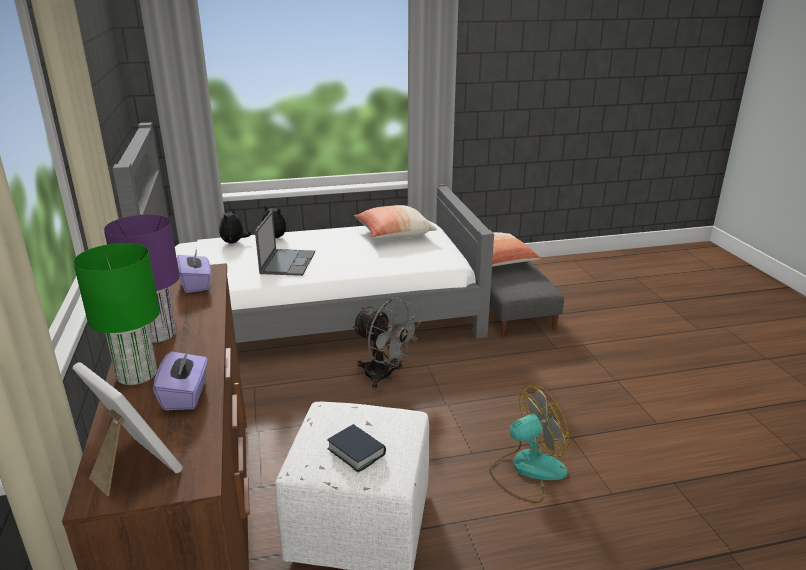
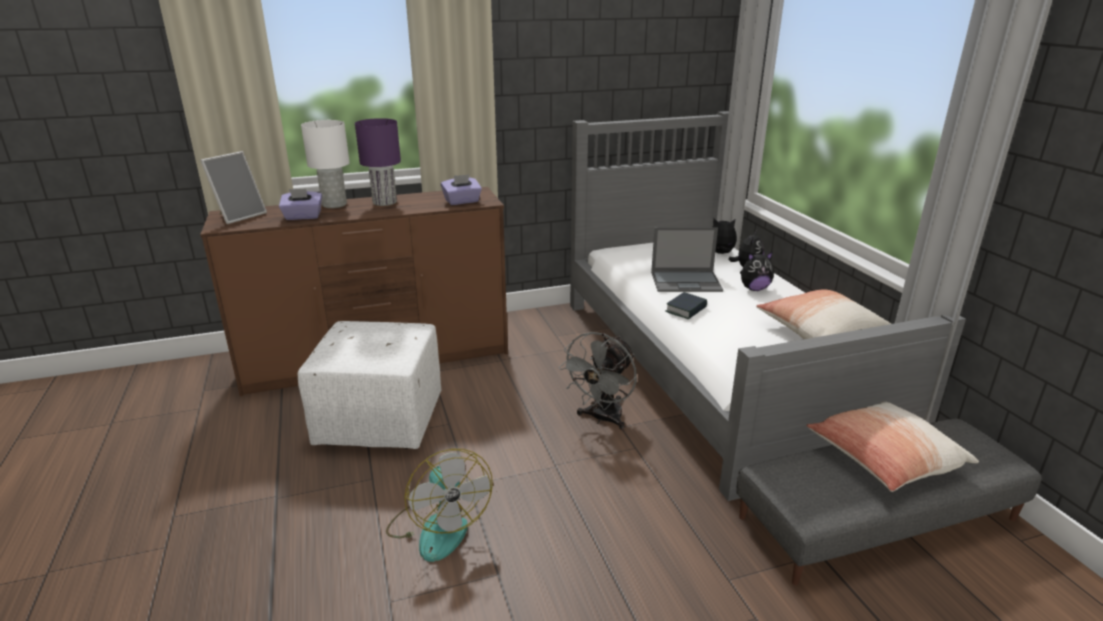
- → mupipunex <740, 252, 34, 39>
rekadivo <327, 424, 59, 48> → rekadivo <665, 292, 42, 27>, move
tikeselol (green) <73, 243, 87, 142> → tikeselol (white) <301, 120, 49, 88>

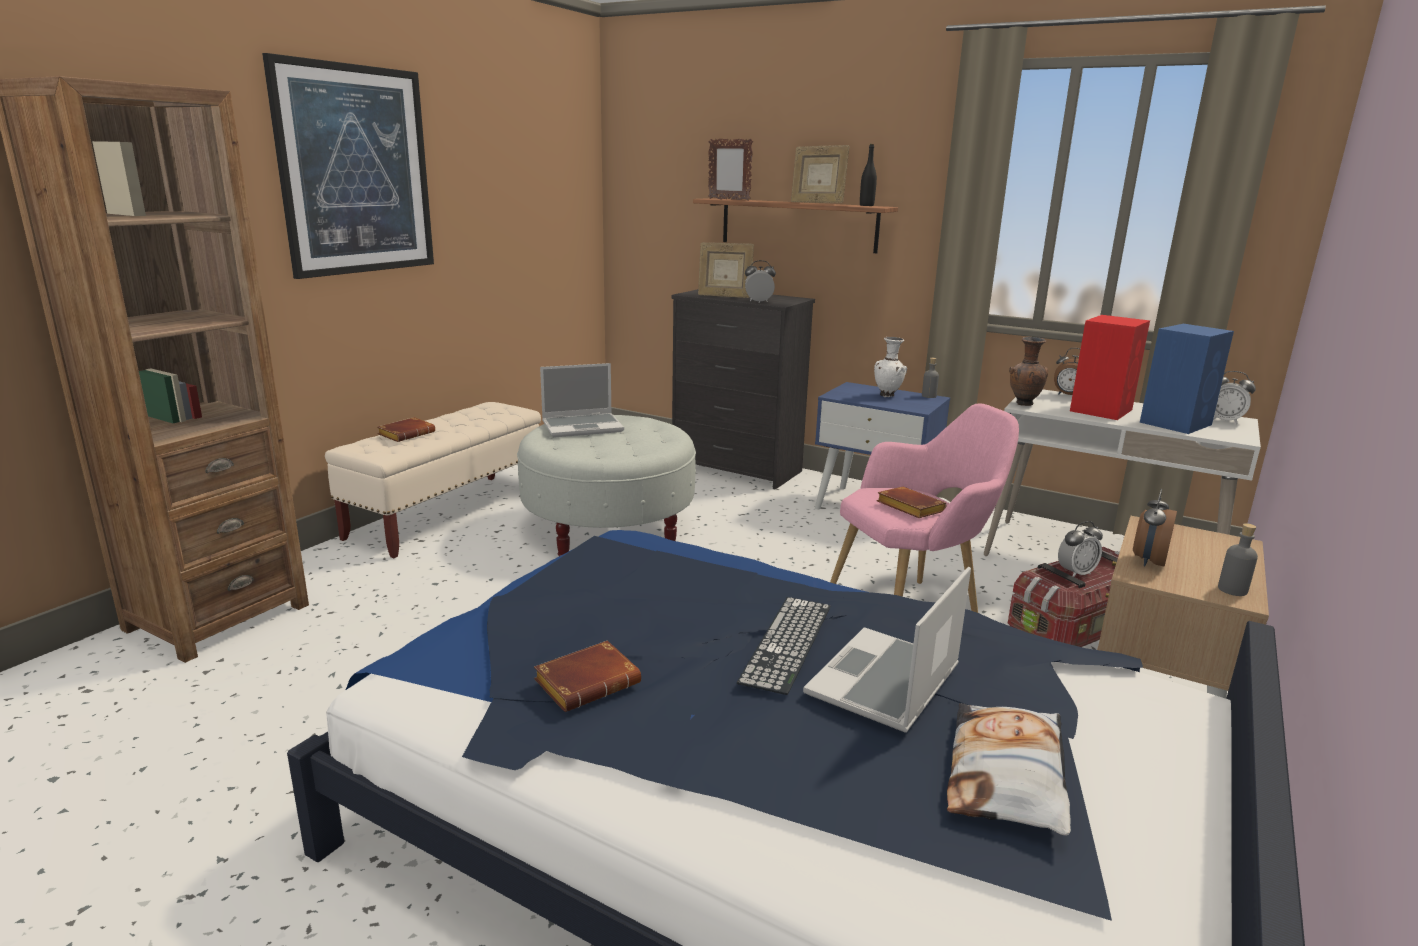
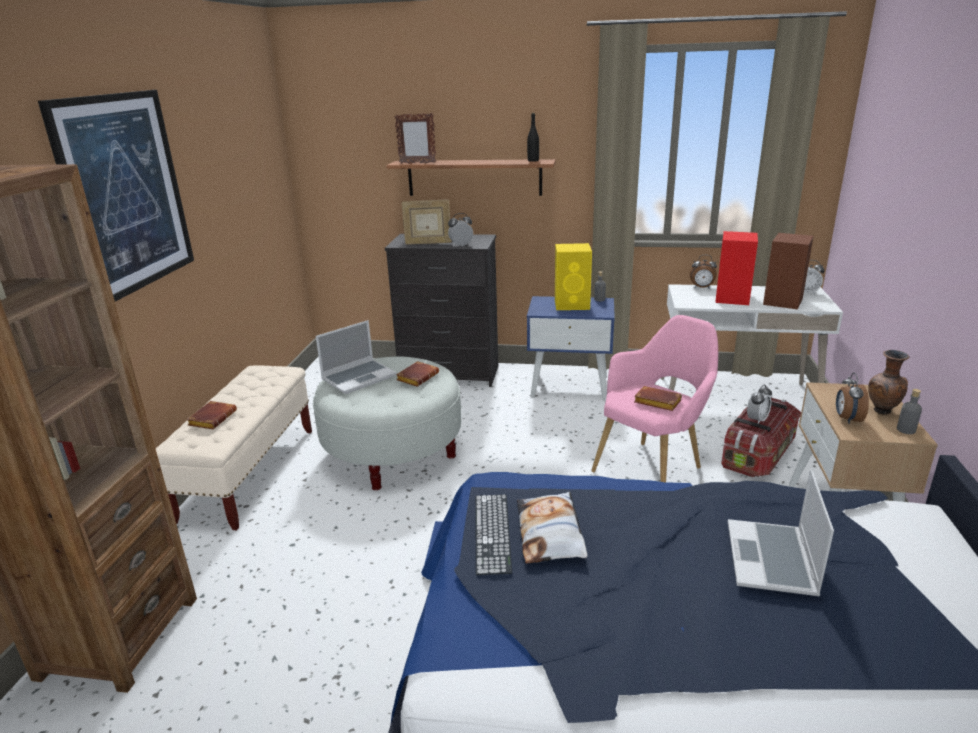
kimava <791, 145, 59, 58> → -
rekadivo (brown) <534, 641, 107, 71> → rekadivo (brown) <396, 361, 43, 26>, move
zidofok <737, 597, 93, 98> → zidofok <475, 495, 37, 80>, move
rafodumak <947, 703, 124, 133> → rafodumak <517, 492, 70, 72>, move
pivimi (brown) <1009, 337, 39, 69> → pivimi (brown) <868, 350, 41, 65>, move
pivimi (white) <874, 337, 33, 60> → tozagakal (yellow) <555, 243, 37, 67>
tozagakal (blue) <1140, 324, 94, 110> → tozagakal (brown) <763, 233, 51, 76>

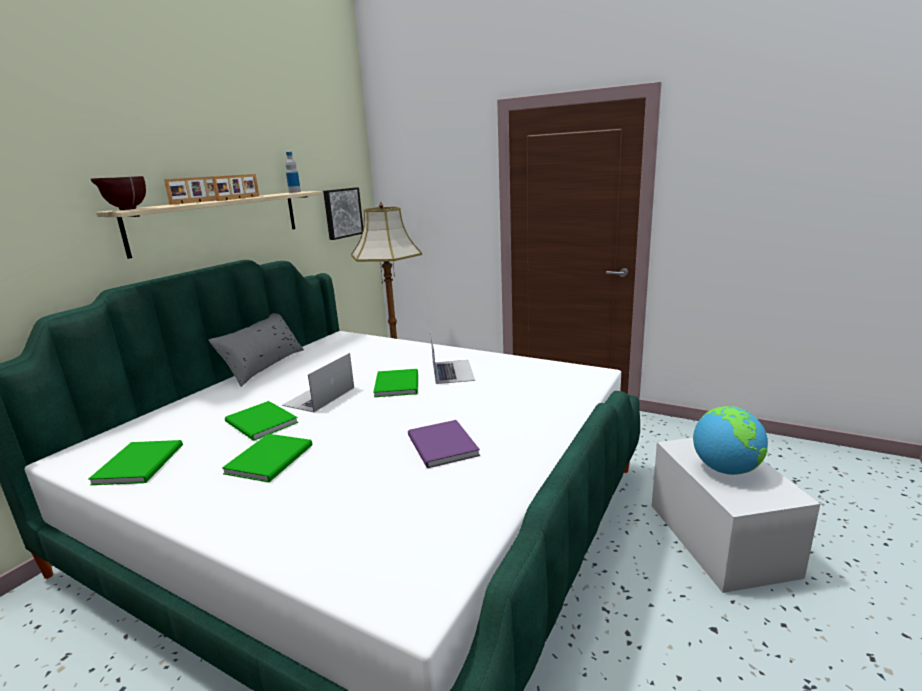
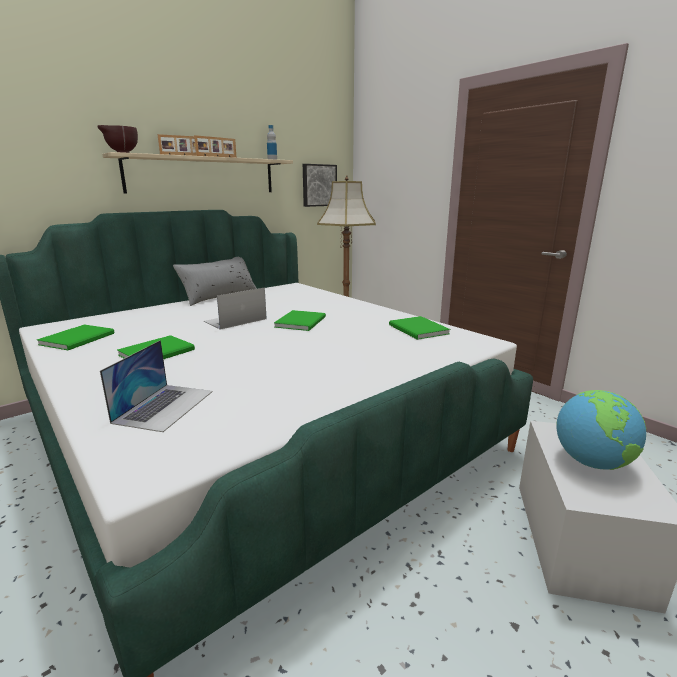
rekadivo (purple) <408, 420, 72, 48> → -
rekadivo (green) <225, 401, 73, 40> → rekadivo (green) <389, 316, 61, 24>, move
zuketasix <431, 334, 44, 50> → zuketasix <100, 340, 113, 92>, move

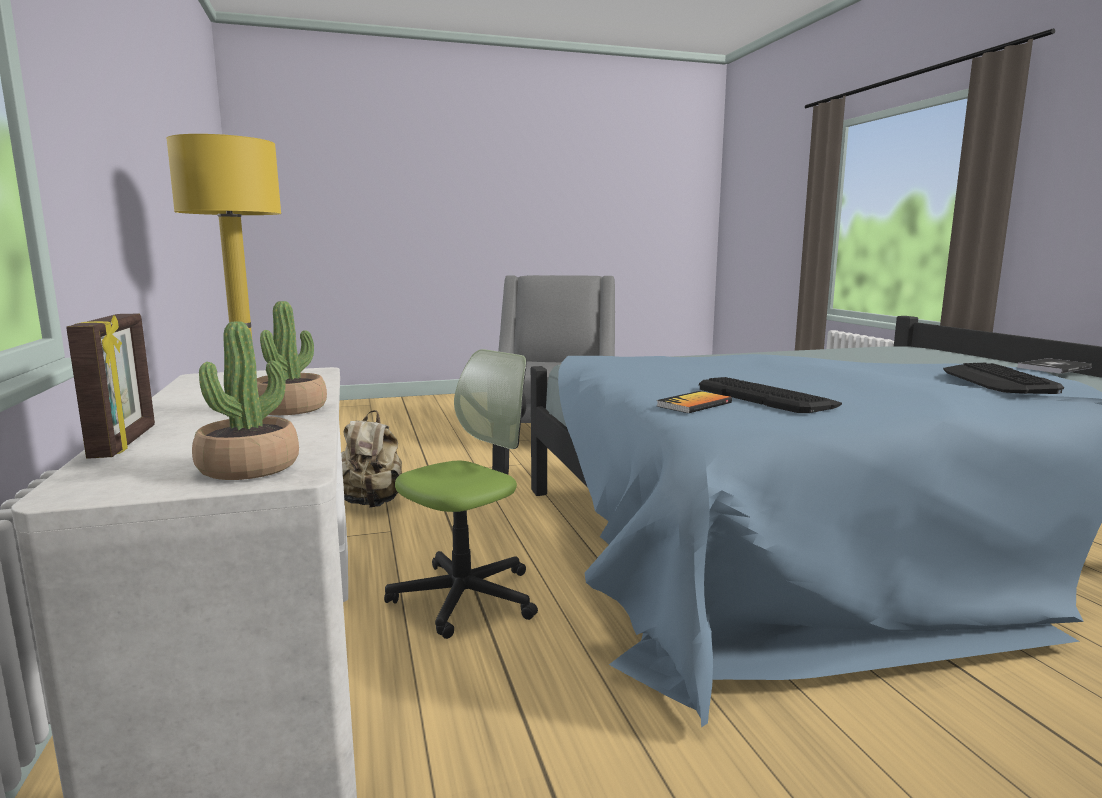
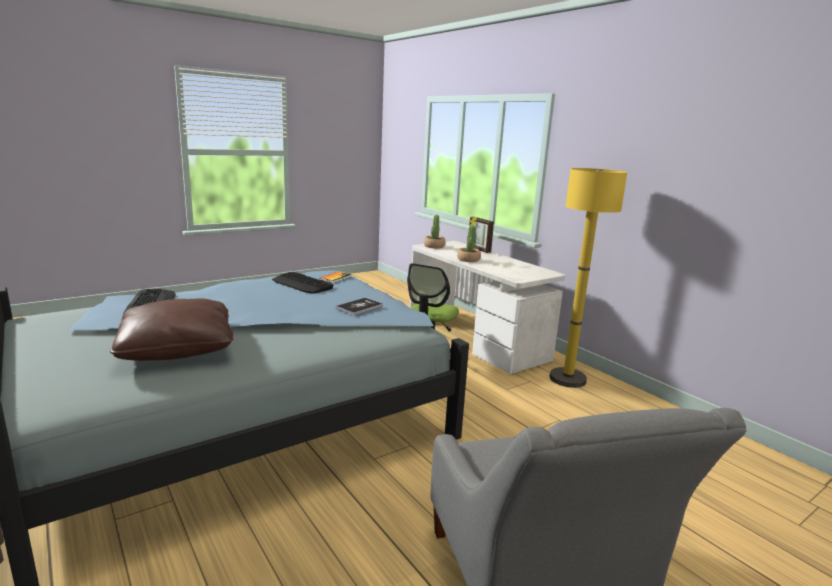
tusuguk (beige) <341, 410, 61, 98> → -
- → rafodumak (brown) <110, 298, 123, 63>
rekadivo <1017, 358, 75, 16> → rekadivo <336, 298, 47, 17>, move

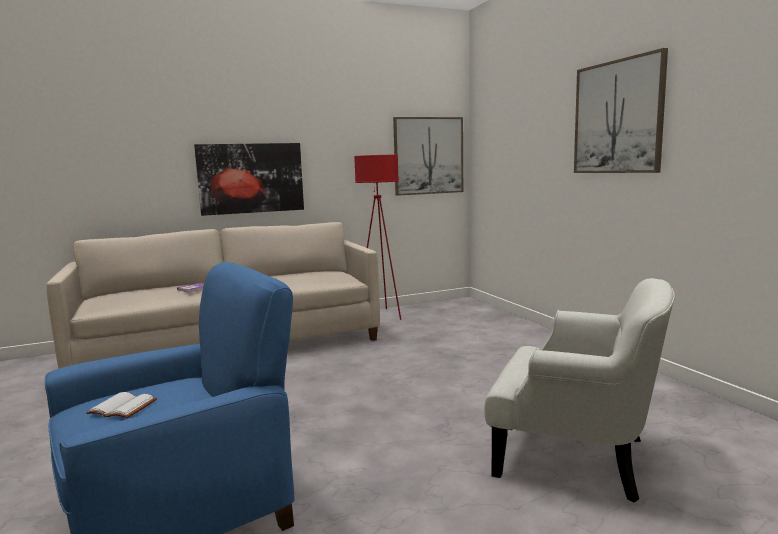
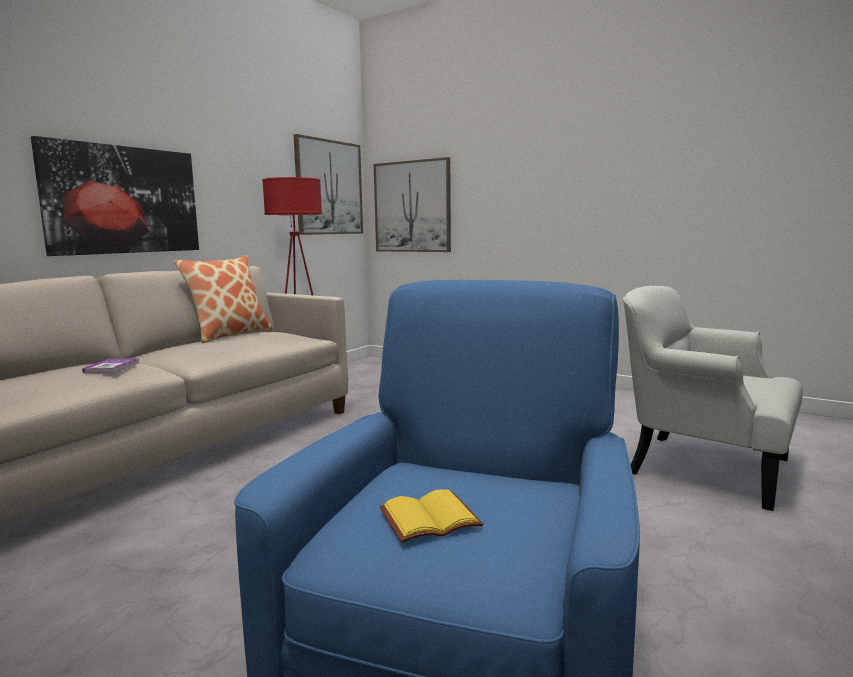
- → rafodumak <174, 255, 98, 88>
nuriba <574, 48, 94, 125> → nuriba <374, 157, 77, 95>, move
rekadivo (white) <86, 392, 71, 26> → rekadivo (yellow) <380, 489, 103, 54>
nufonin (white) <484, 278, 191, 224> → nufonin (white) <623, 286, 180, 225>, 135 degrees counterclockwise

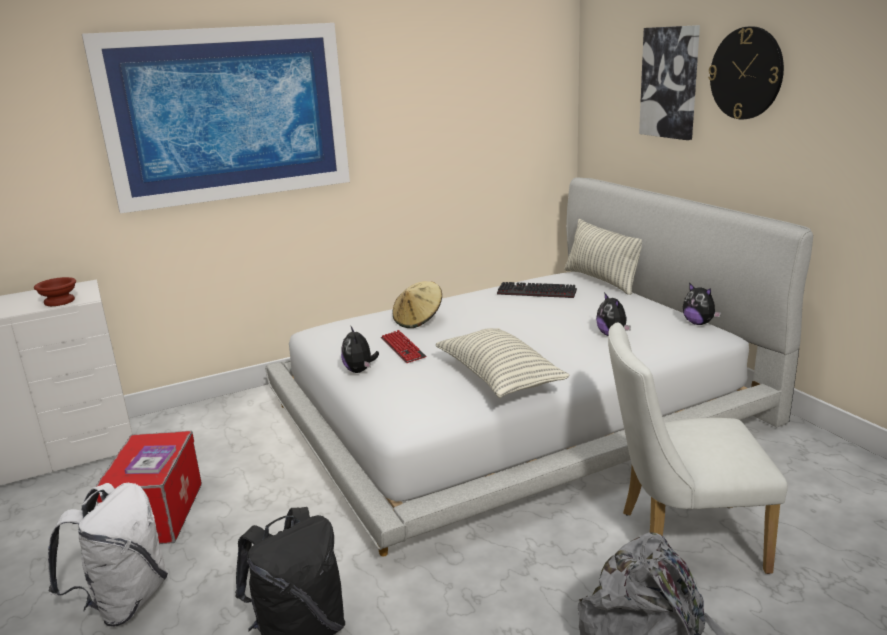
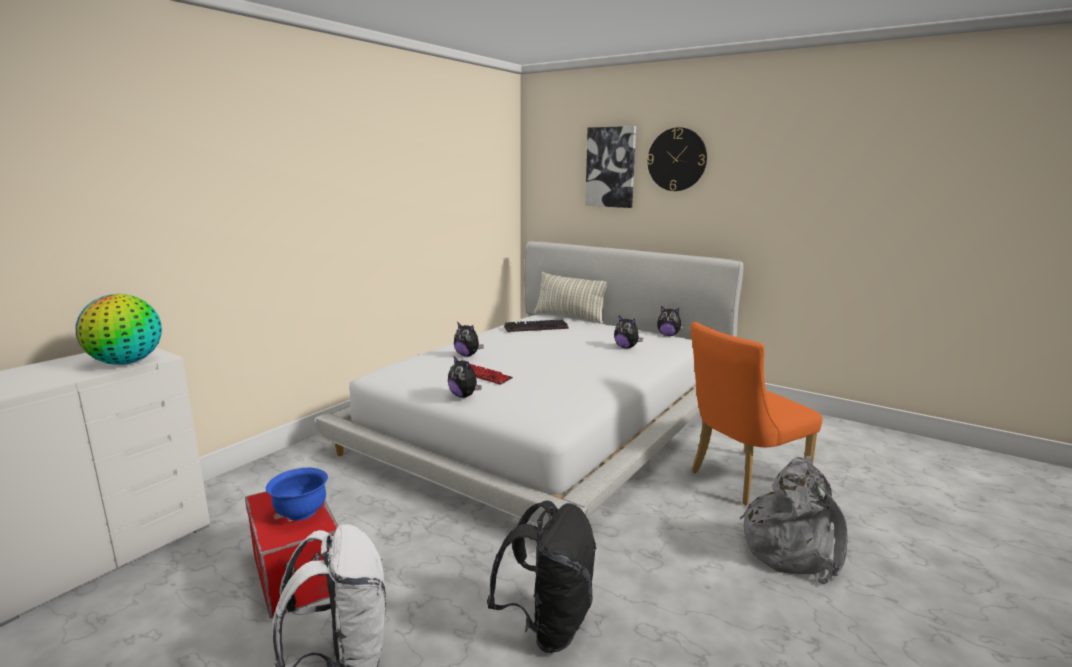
nuriba <82, 23, 268, 191> → -
rafodumak <436, 328, 133, 70> → -
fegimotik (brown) <34, 277, 42, 29> → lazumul <75, 294, 87, 71>
rekadivo <125, 445, 52, 29> → fegimotik (blue) <266, 468, 62, 53>
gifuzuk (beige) <392, 281, 50, 47> → mupipunex <454, 323, 30, 34>
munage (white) <608, 322, 180, 252> → munage (orange) <691, 322, 131, 183>

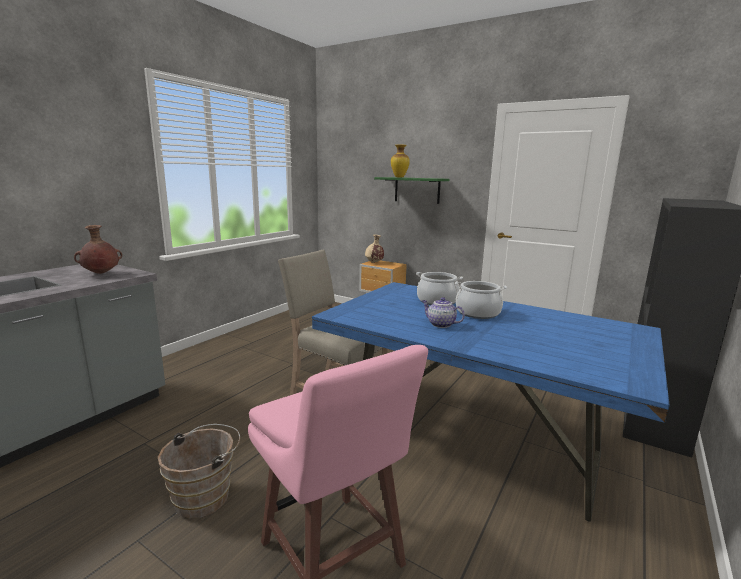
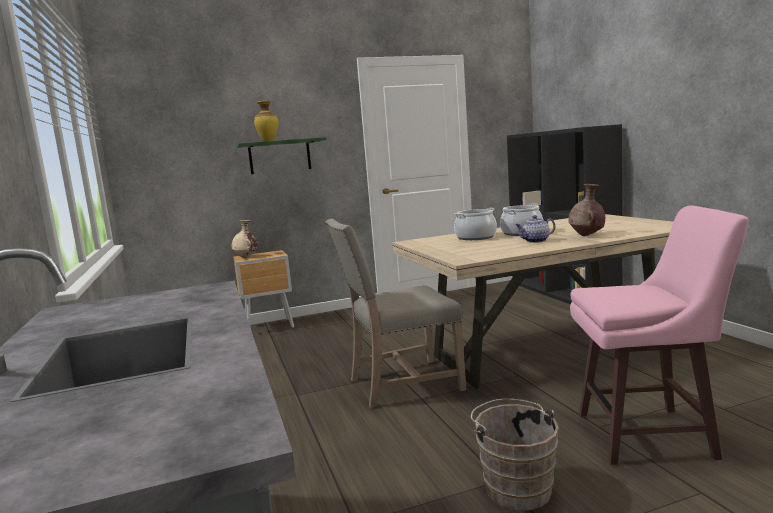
pivimi (brown) <74, 225, 48, 49> → pivimi (brown) <568, 184, 37, 52>, move
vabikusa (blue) <312, 282, 358, 240> → vabikusa (beige) <392, 214, 281, 175>

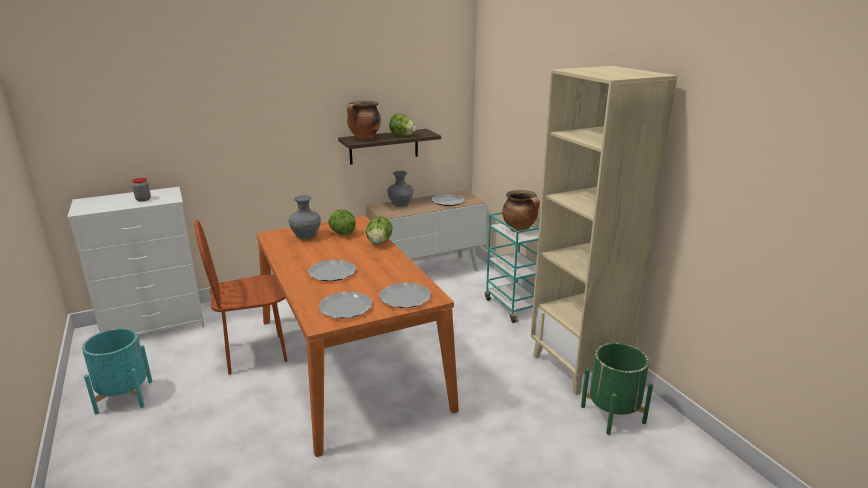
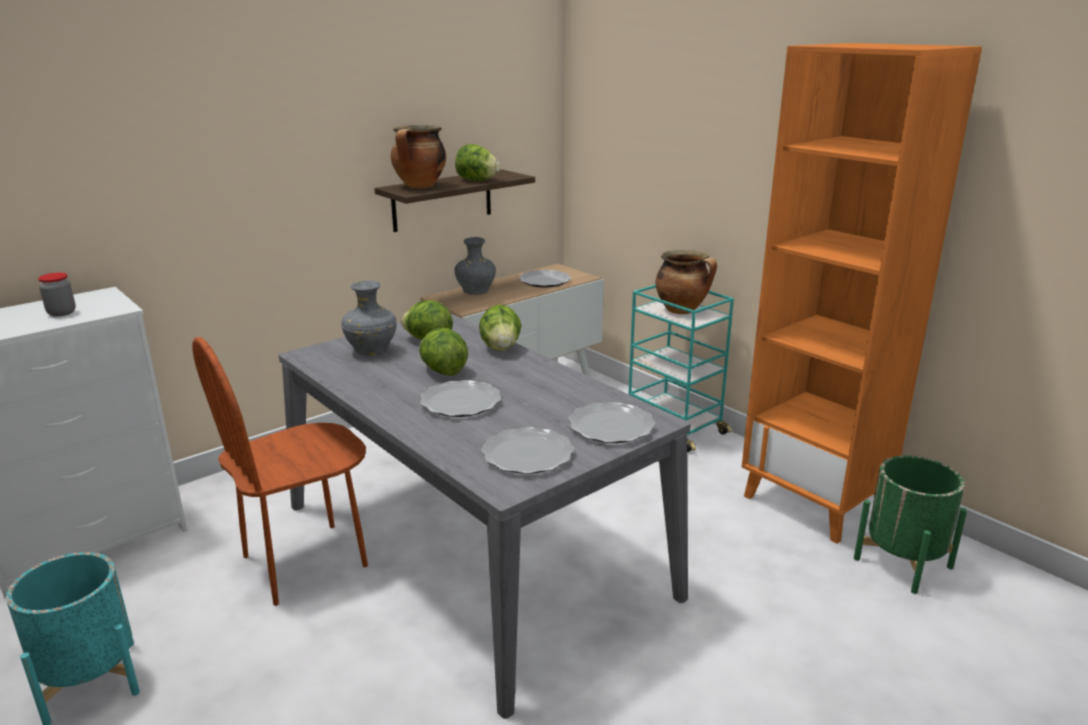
- → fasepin <419, 328, 49, 48>
vabikusa (orange) <256, 216, 203, 241> → vabikusa (grey) <279, 313, 412, 406>
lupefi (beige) <531, 66, 146, 329> → lupefi (orange) <742, 43, 240, 501>

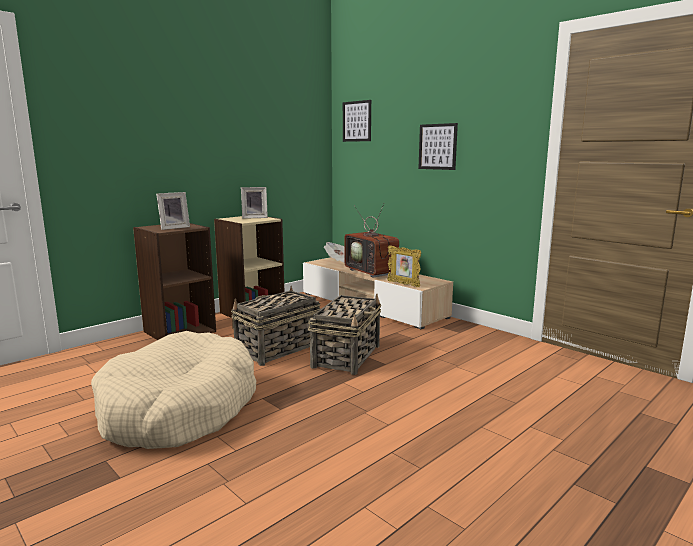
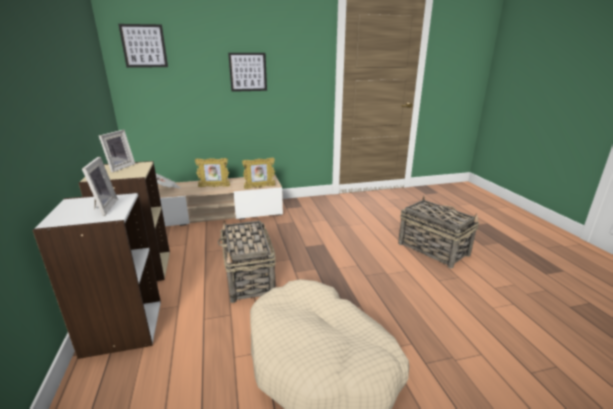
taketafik <308, 294, 73, 81> → taketafik <398, 196, 81, 73>, move
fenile <344, 204, 55, 74> → kimava <195, 158, 35, 29>
lupefi (brown) <133, 223, 83, 117> → lupefi (white) <32, 192, 129, 167>

